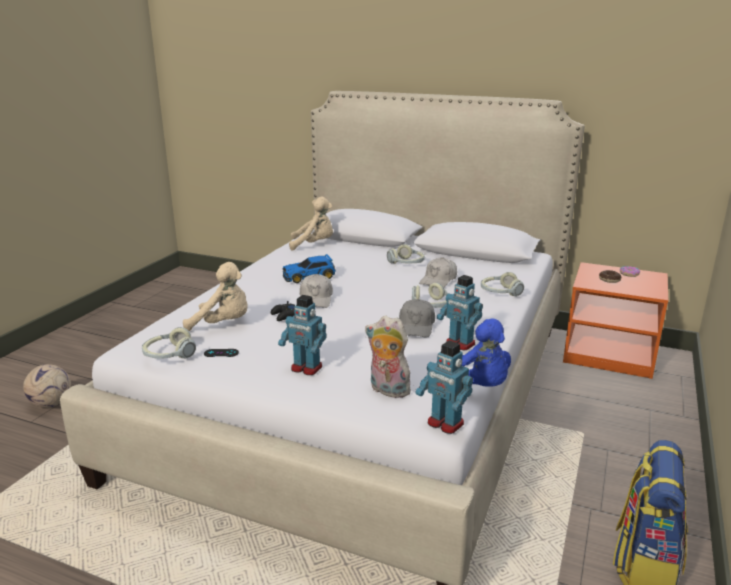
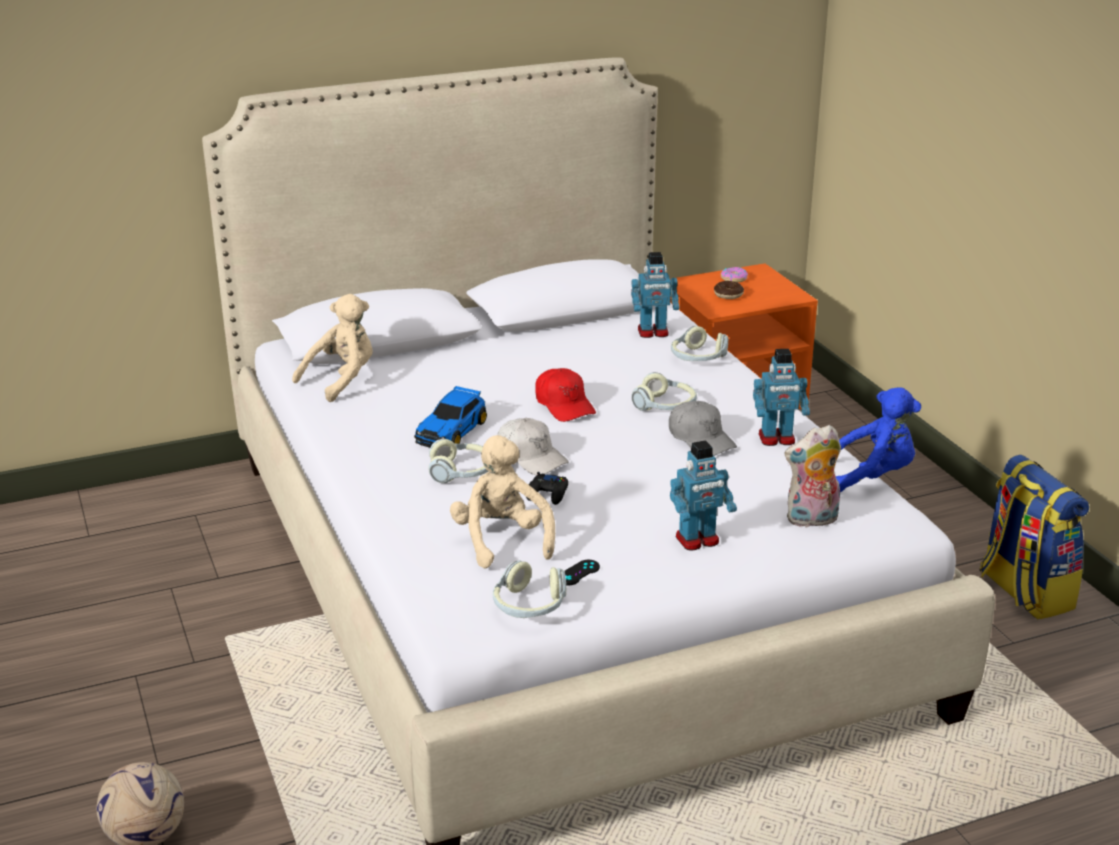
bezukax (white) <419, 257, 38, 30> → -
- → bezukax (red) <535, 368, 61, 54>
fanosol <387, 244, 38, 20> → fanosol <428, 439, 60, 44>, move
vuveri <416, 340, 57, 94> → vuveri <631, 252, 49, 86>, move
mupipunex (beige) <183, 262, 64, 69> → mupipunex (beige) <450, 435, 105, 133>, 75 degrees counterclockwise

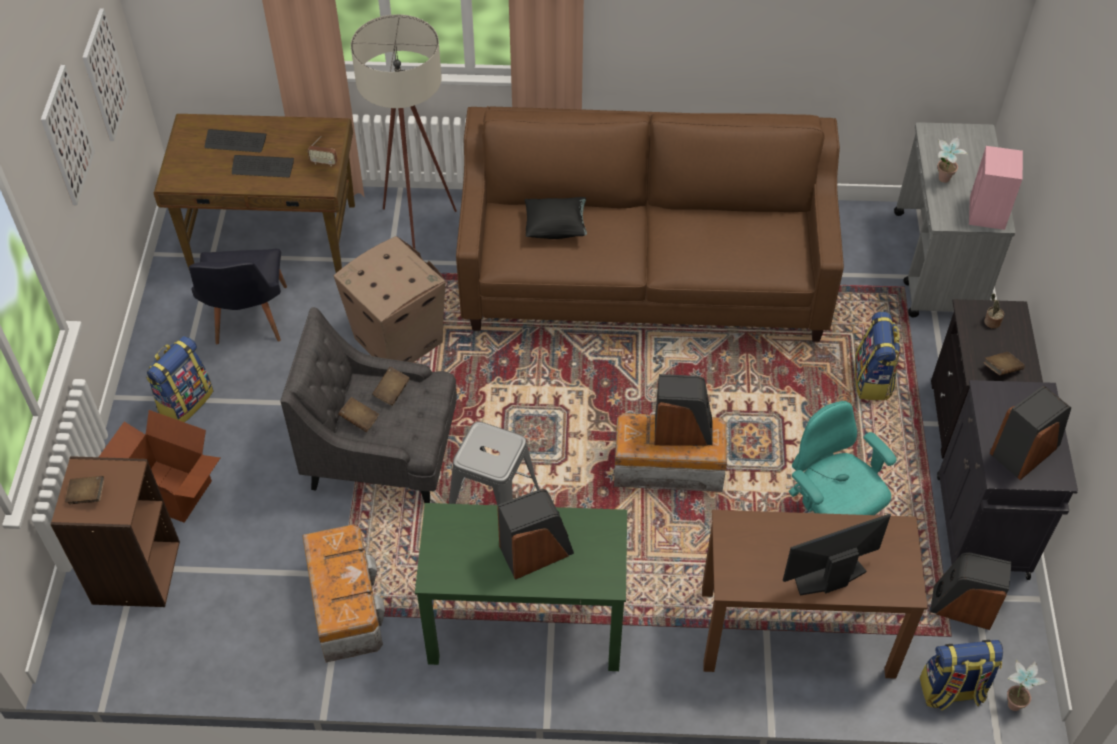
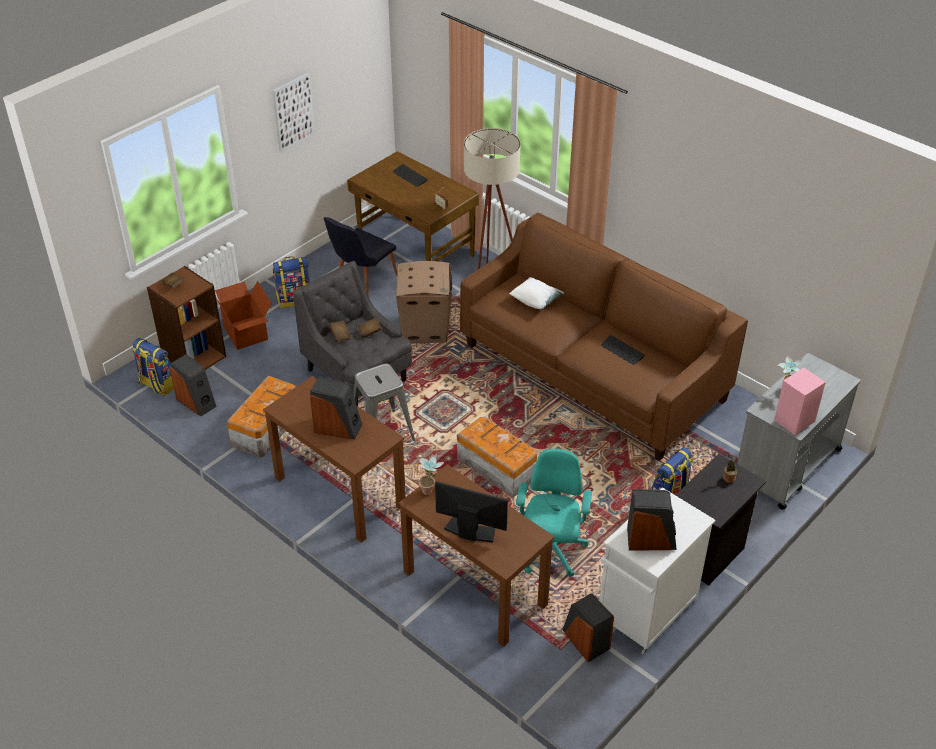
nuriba <82, 9, 48, 132> → -
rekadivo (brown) <983, 352, 42, 23> → -
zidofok <232, 155, 62, 22> → zidofok <601, 335, 44, 30>, move
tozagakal <655, 374, 58, 71> → tozagakal <170, 354, 46, 62>, move
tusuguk <920, 640, 83, 70> → tusuguk <132, 338, 42, 58>, move
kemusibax <1007, 660, 41, 51> → kemusibax <418, 455, 26, 40>, move
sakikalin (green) <415, 503, 212, 168> → sakikalin (brown) <263, 376, 143, 167>
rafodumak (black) <525, 197, 62, 42> → rafodumak (white) <509, 277, 55, 32>
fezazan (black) <937, 380, 141, 200> → fezazan (white) <599, 487, 116, 168>

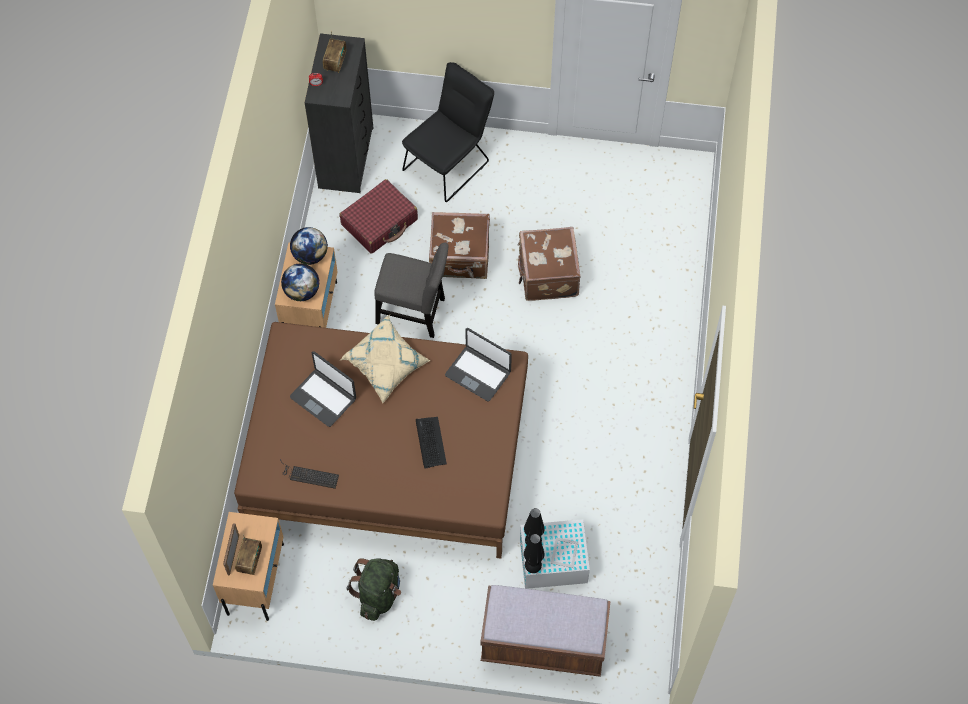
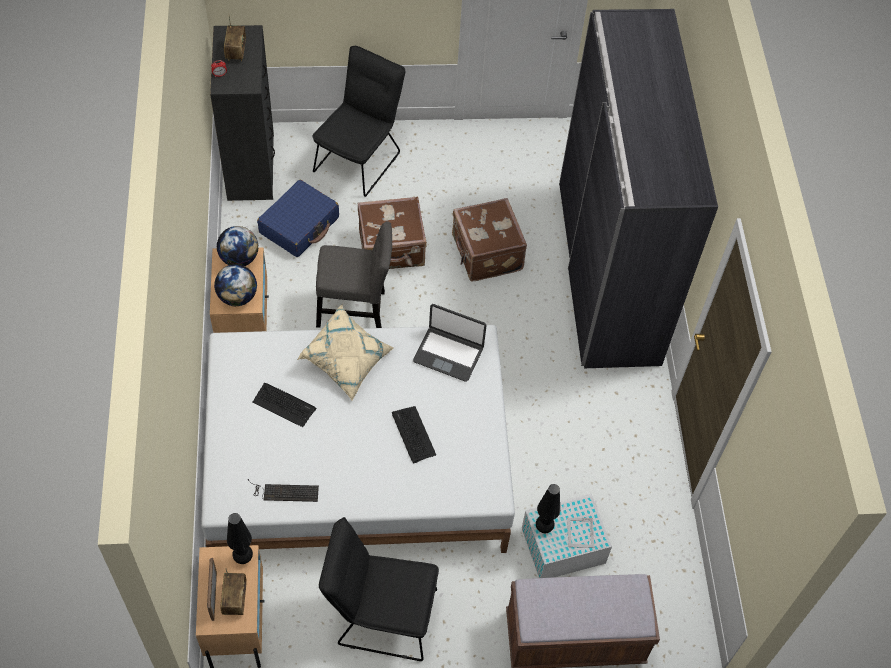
- → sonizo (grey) <559, 9, 159, 359>
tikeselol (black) <524, 534, 21, 39> → tikeselol (black) <227, 513, 26, 51>, move
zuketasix <290, 351, 66, 76> → zidofok <252, 383, 65, 44>
tusuguk (green) <346, 558, 55, 63> → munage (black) <319, 517, 120, 144>
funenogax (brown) <234, 322, 294, 237> → funenogax (white) <201, 325, 314, 228>
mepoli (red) <339, 179, 79, 75> → mepoli (blue) <257, 180, 82, 77>

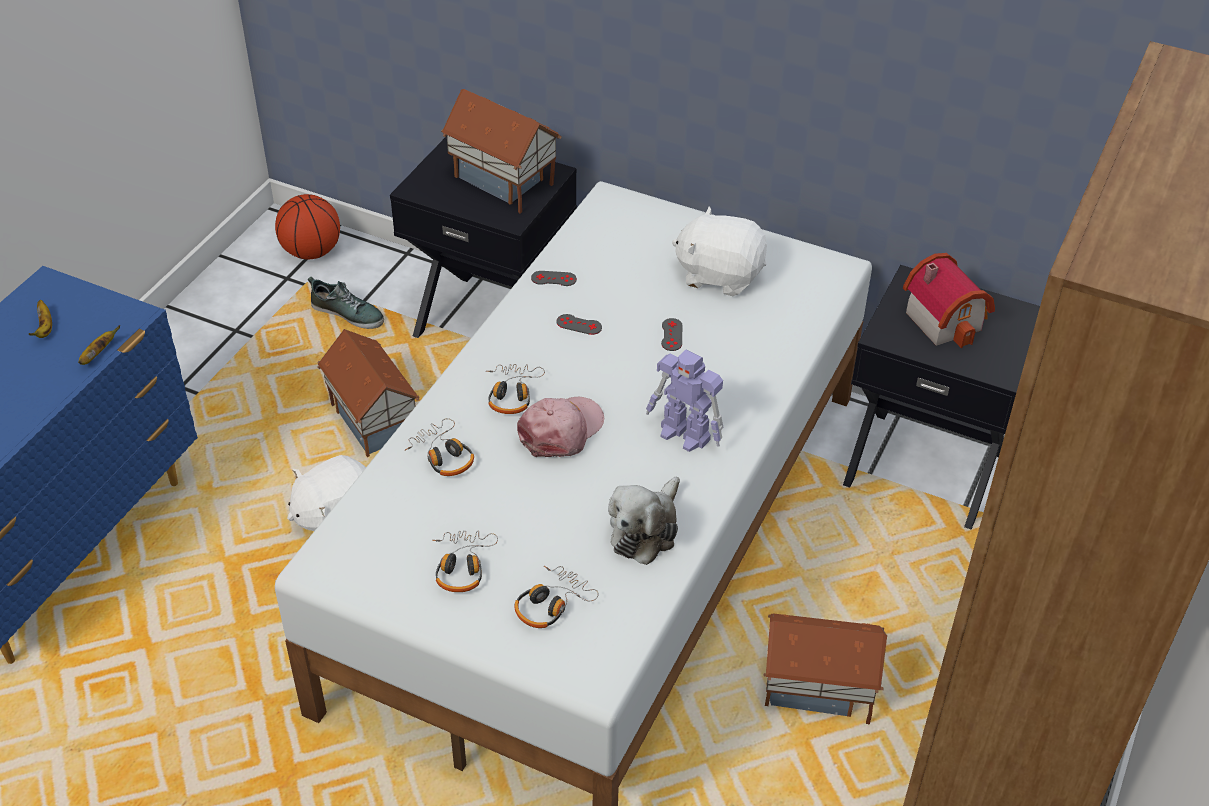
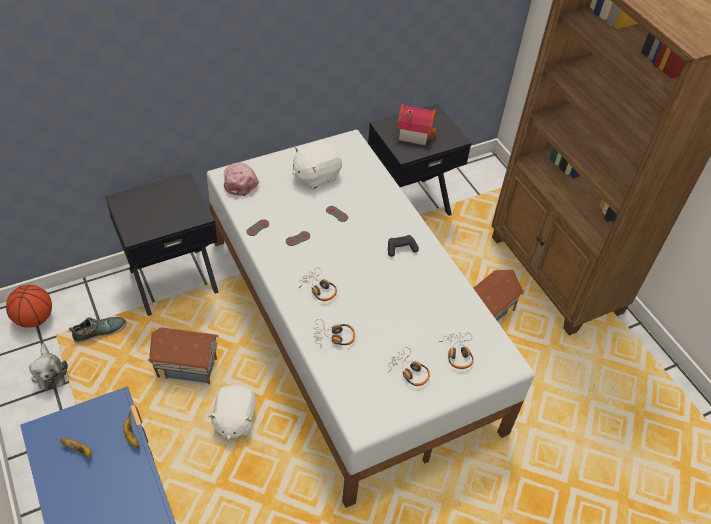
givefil <441, 89, 121, 125> → -
bezukax (pink) <517, 397, 87, 60> → bezukax (pink) <224, 162, 35, 34>, move
mupipunex <608, 476, 72, 89> → mupipunex <29, 343, 39, 48>, move
vuveri <646, 350, 77, 102> → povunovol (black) <388, 235, 31, 22>

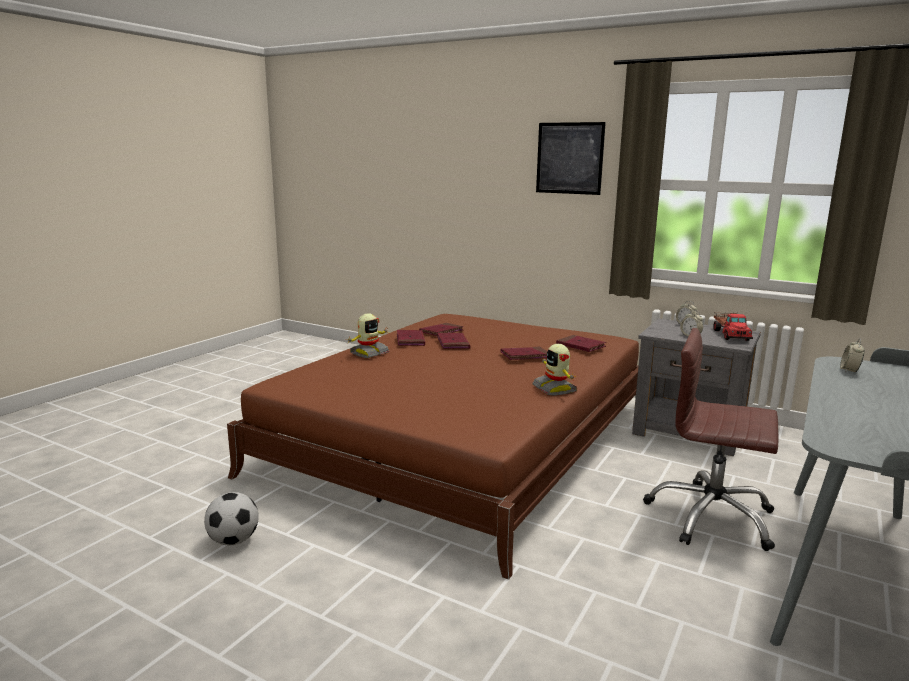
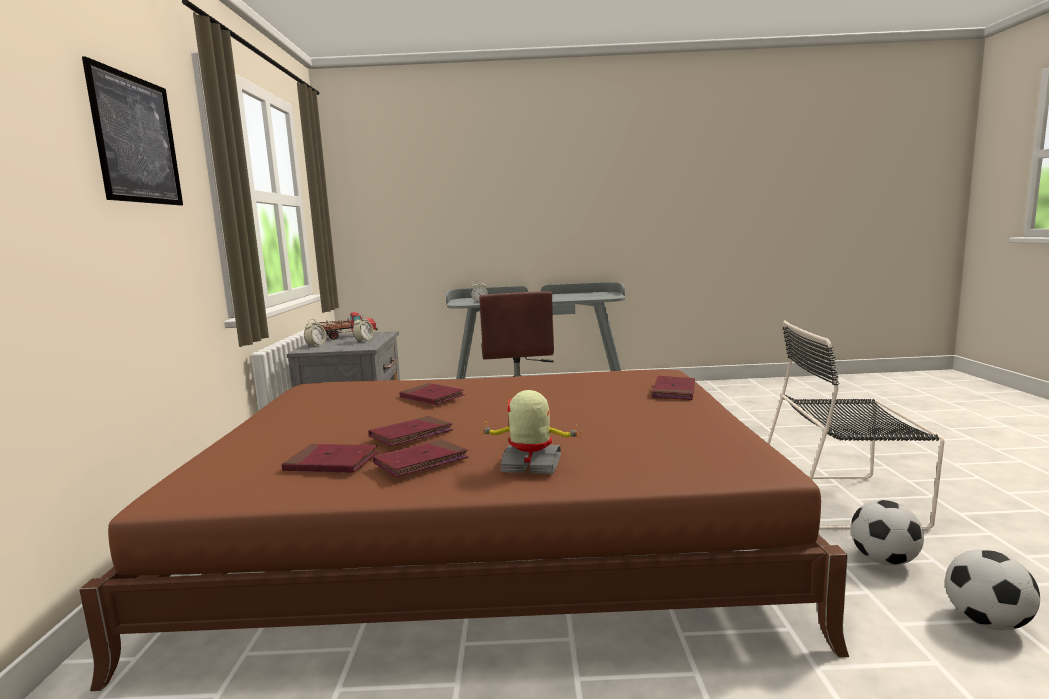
vuveri <532, 344, 45, 52> → -
- → munage (black) <767, 320, 177, 210>
- → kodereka <945, 549, 95, 81>
rekadivo (red) <556, 335, 50, 17> → rekadivo (red) <652, 376, 43, 24>, move

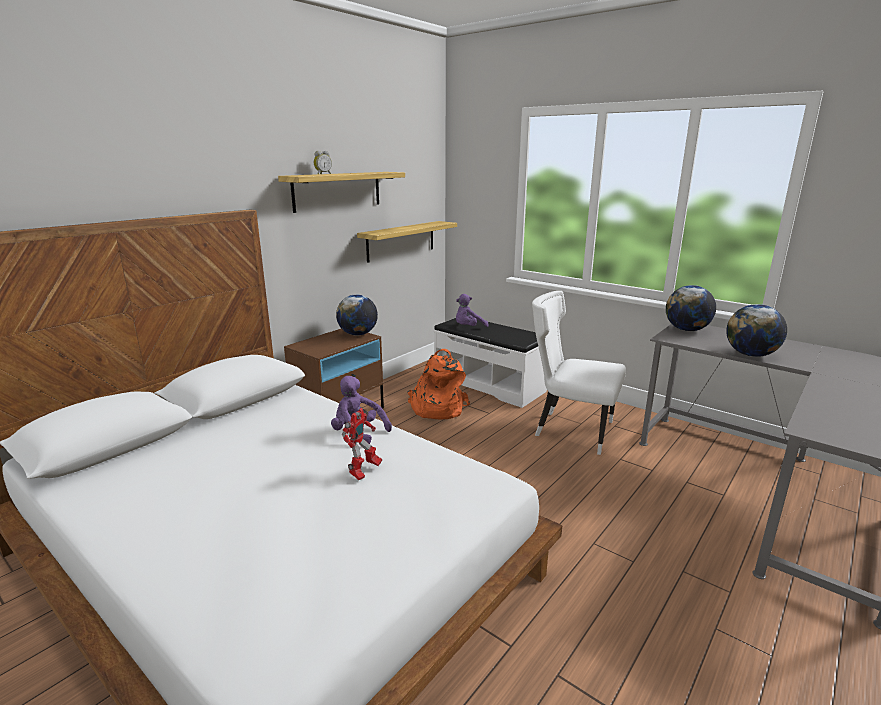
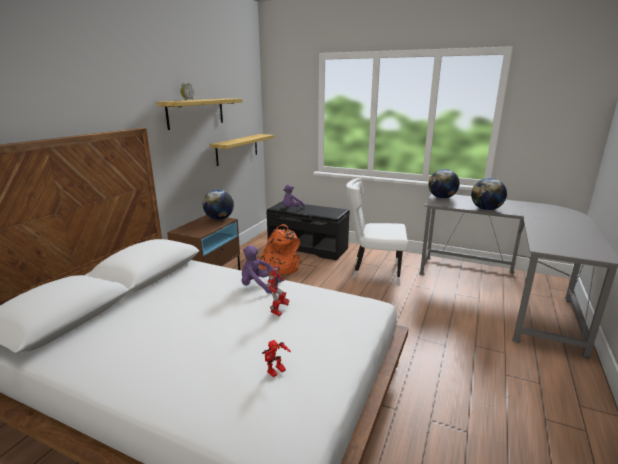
- → vuveri <262, 340, 29, 37>
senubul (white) <434, 318, 113, 90> → senubul (black) <266, 201, 84, 60>

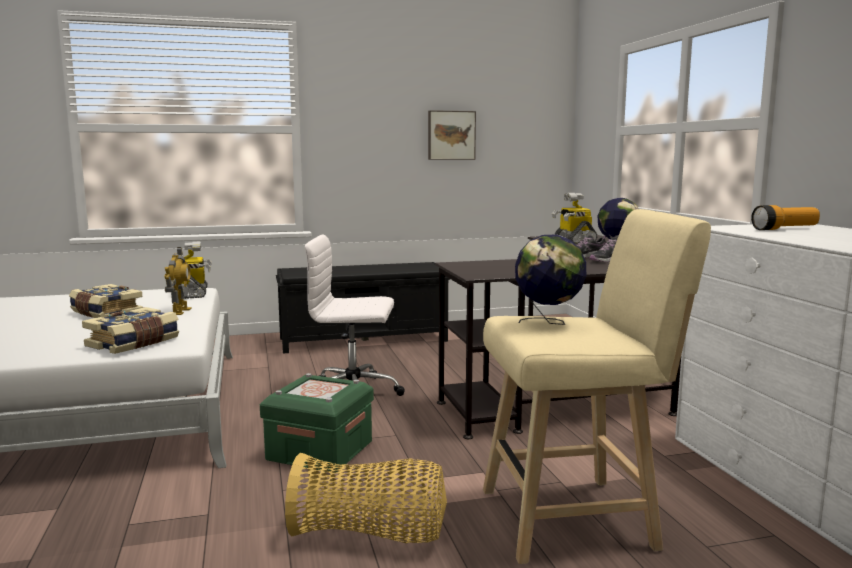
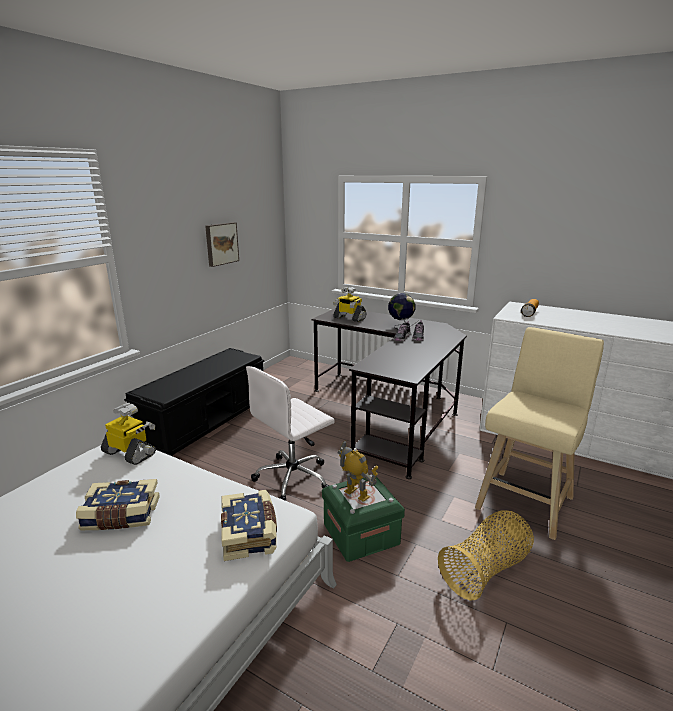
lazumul <515, 234, 71, 91> → -
vuveri <164, 247, 28, 68> → vuveri <338, 441, 40, 61>, move

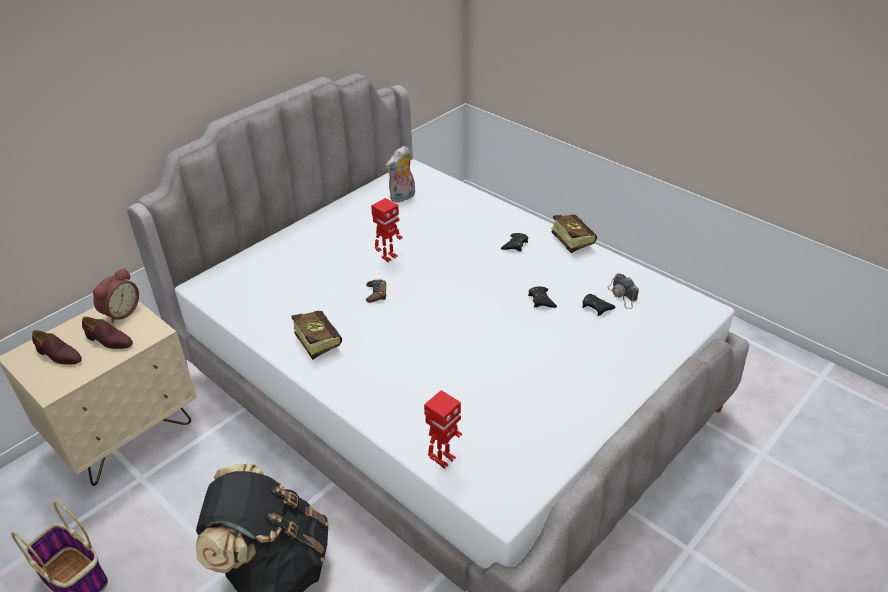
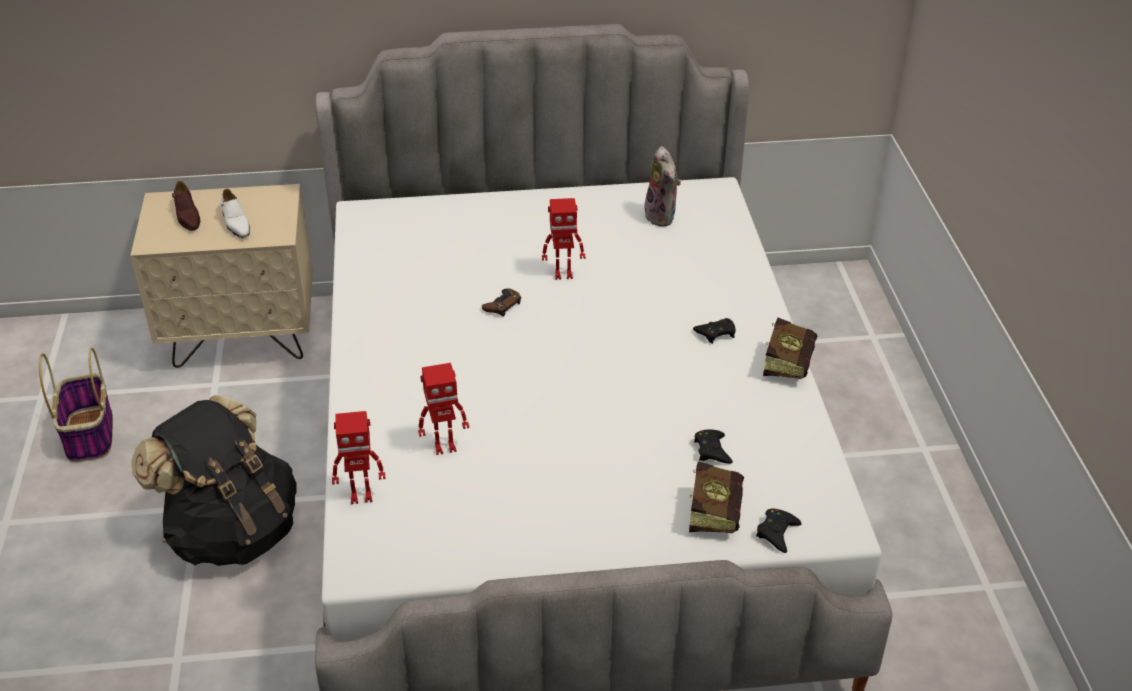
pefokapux <93, 268, 46, 55> → -
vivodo <607, 273, 32, 36> → -
- → vuveri <418, 363, 51, 92>
rekadivo <292, 311, 50, 49> → rekadivo <689, 461, 55, 72>, move
povunovol (black) <528, 287, 29, 21> → povunovol (black) <756, 508, 46, 45>, move
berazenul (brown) <82, 317, 51, 32> → berazenul (white) <220, 189, 30, 49>
mupipunex <386, 146, 29, 56> → mupipunex <645, 146, 36, 81>, 105 degrees counterclockwise

